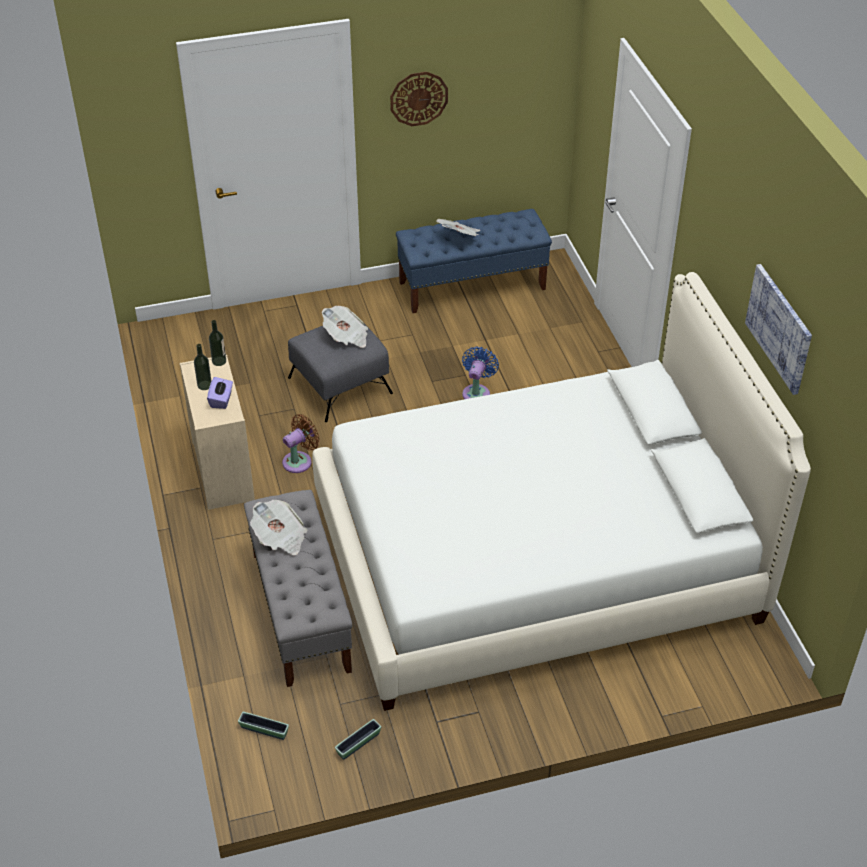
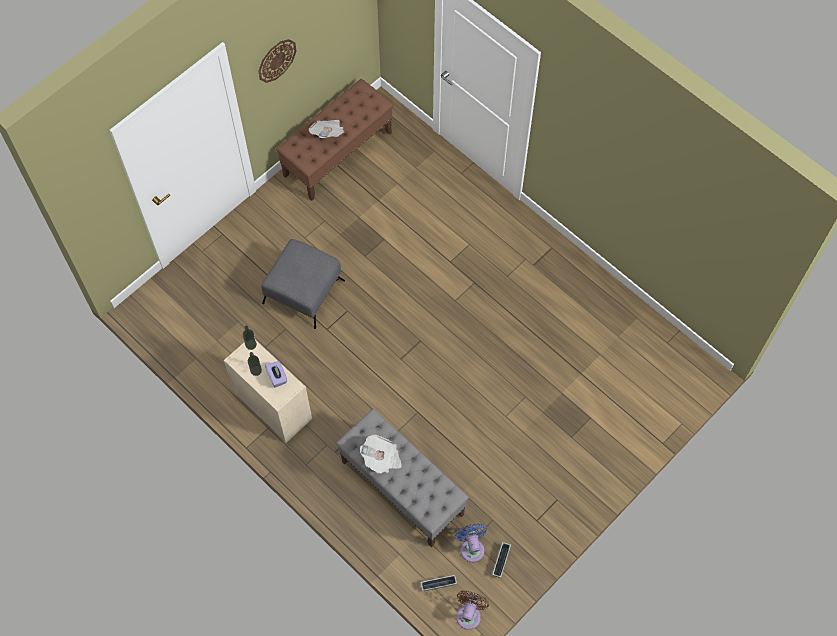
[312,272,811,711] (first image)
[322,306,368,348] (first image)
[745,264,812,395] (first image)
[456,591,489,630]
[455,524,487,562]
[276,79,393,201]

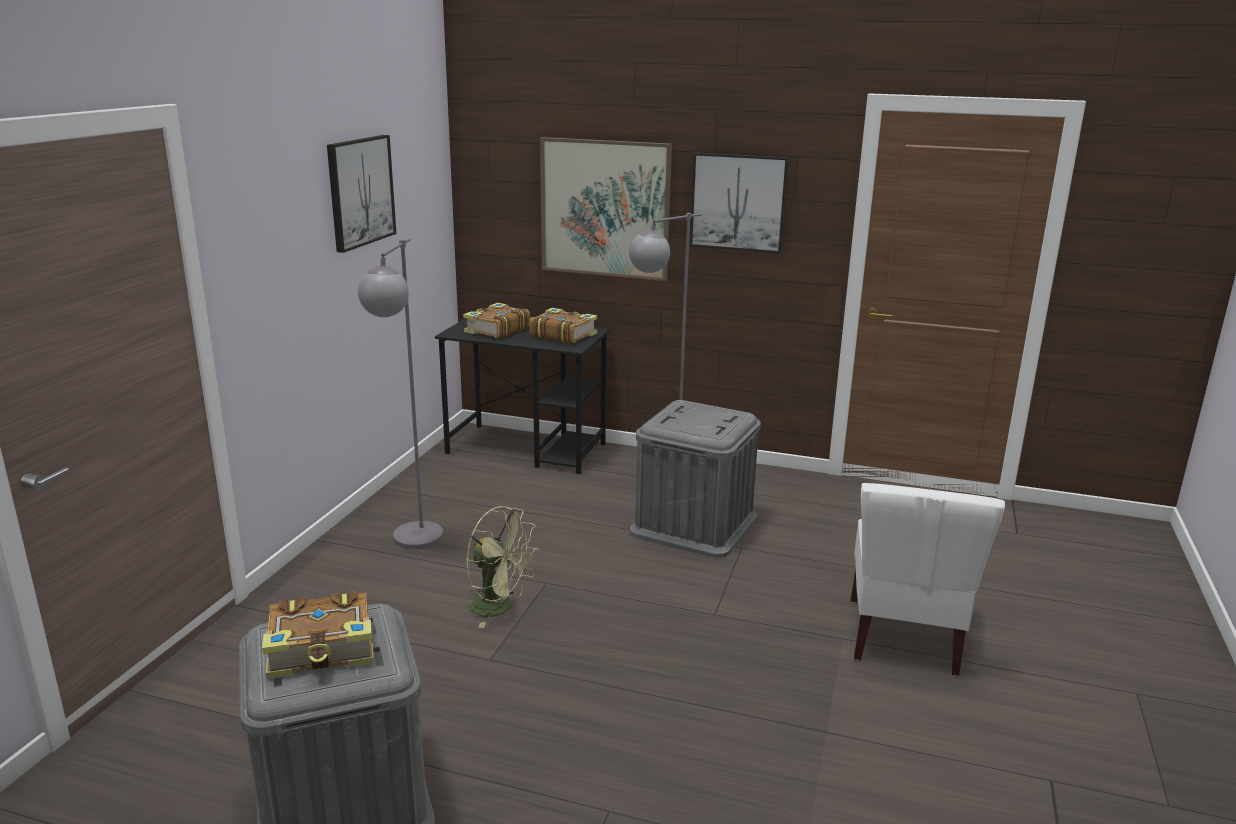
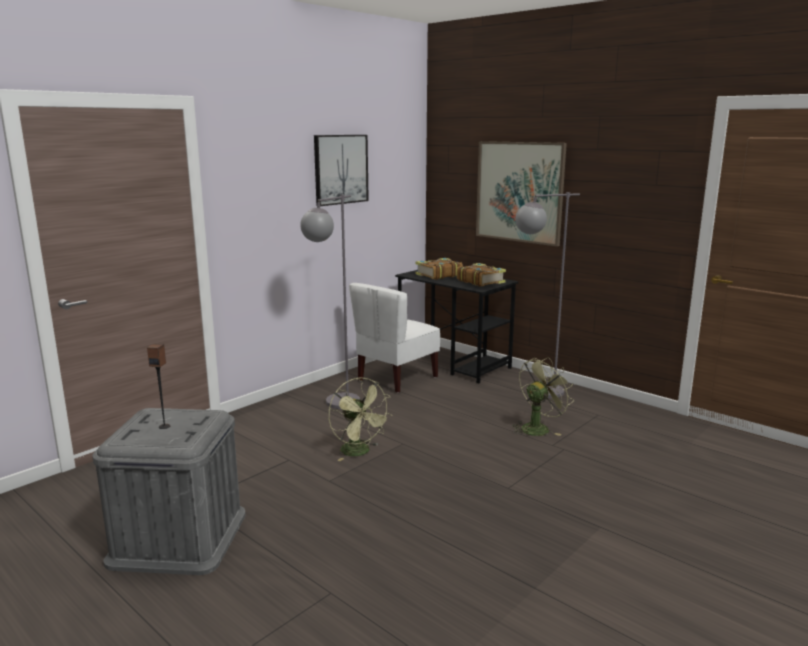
[690,152,789,253] (first image)
[349,283,440,393]
[147,344,170,429]
[512,357,574,436]

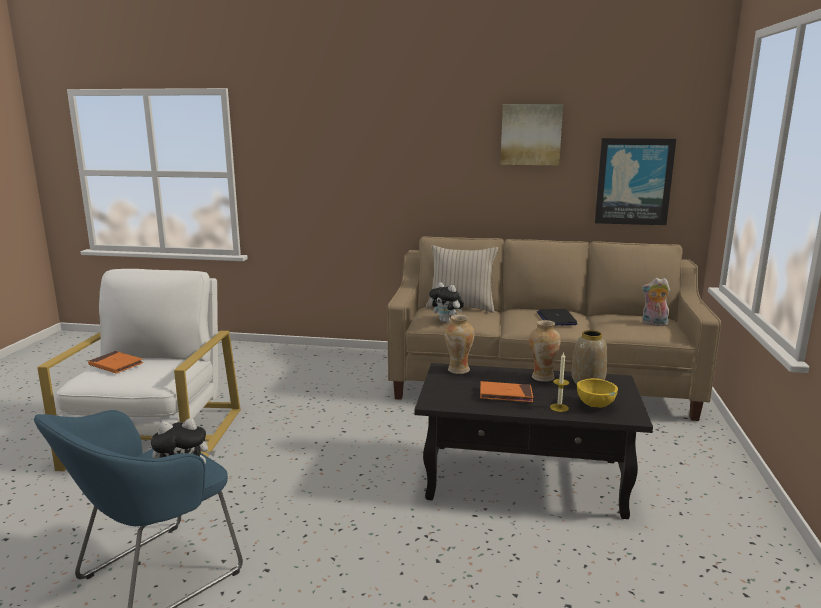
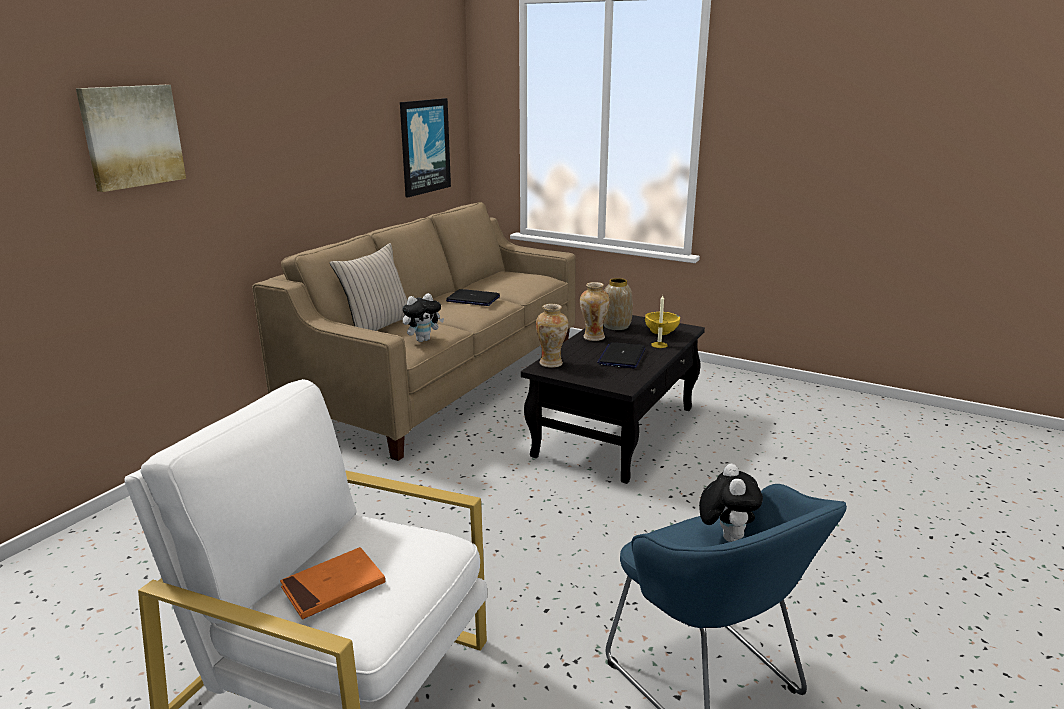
[641,278,670,326] (first image)
[76,85,186,192]
[597,342,646,368]

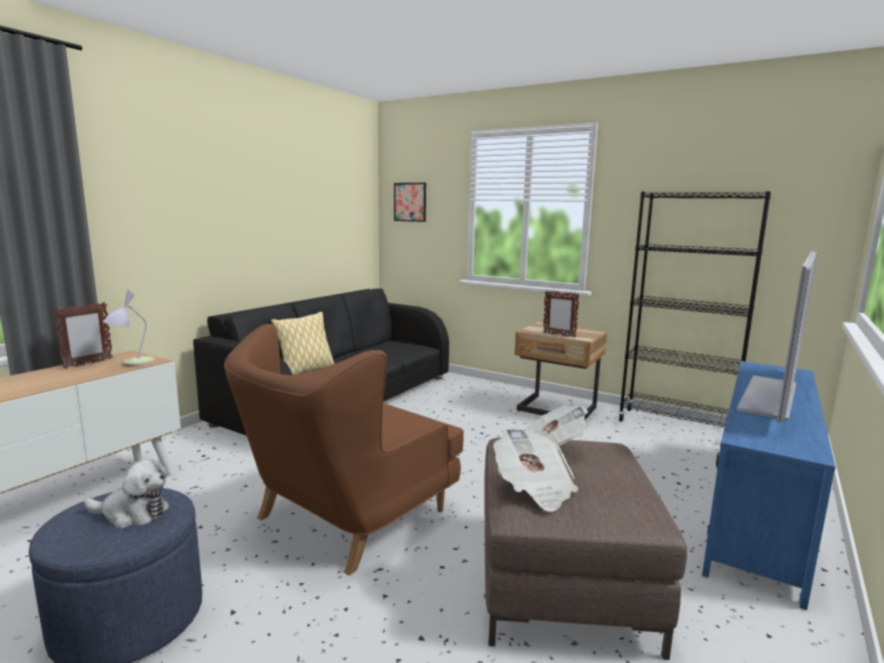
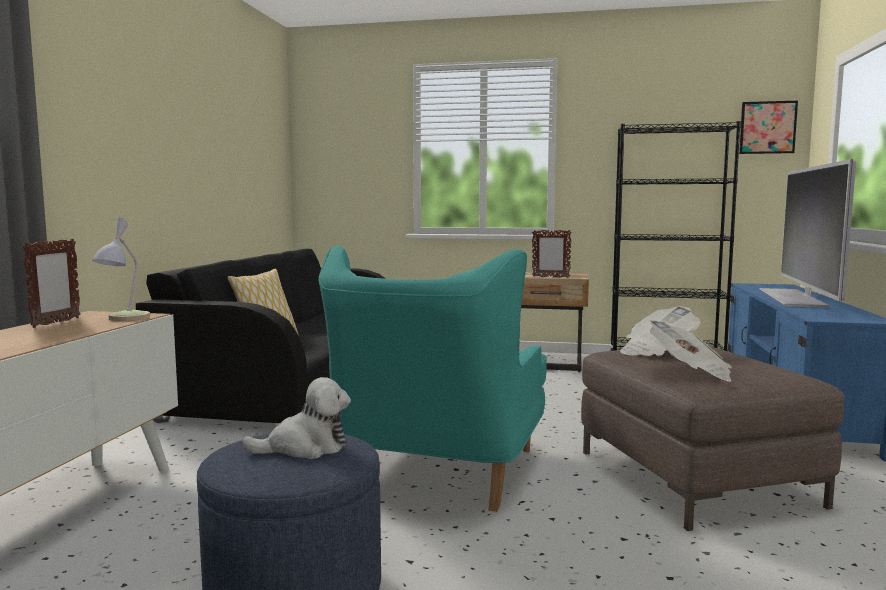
[739,101,798,154]
[318,246,547,512]

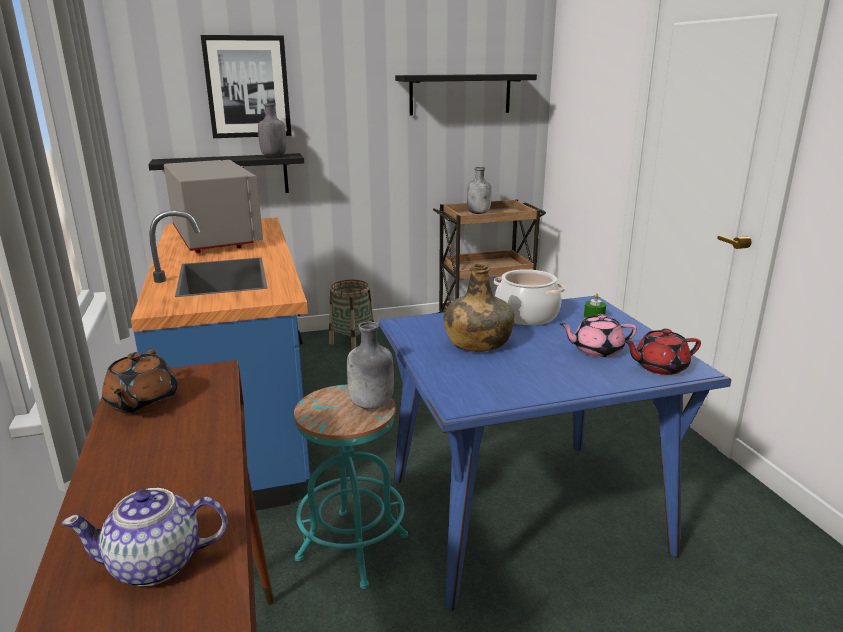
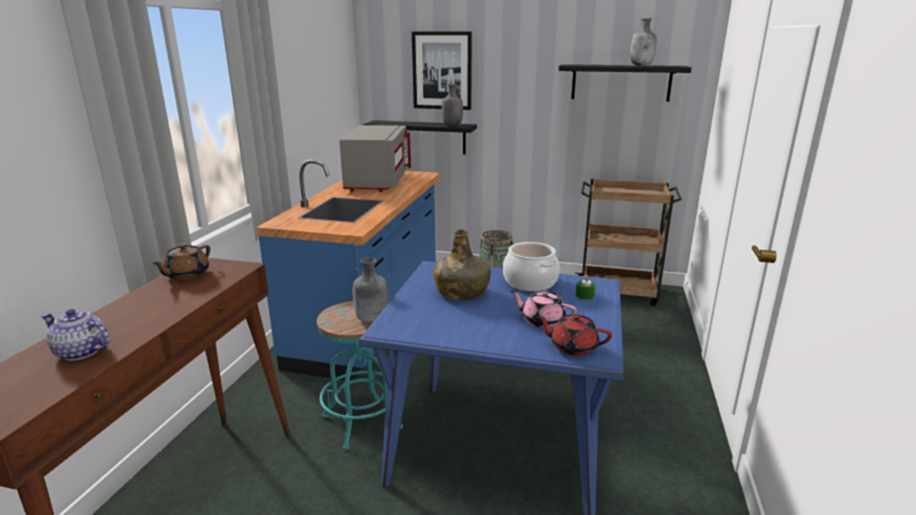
[630,18,656,66]

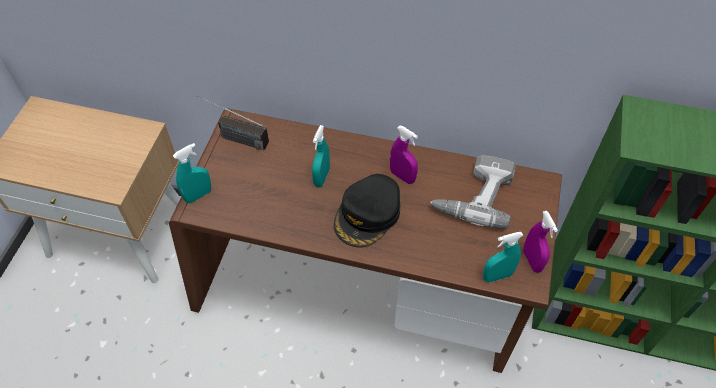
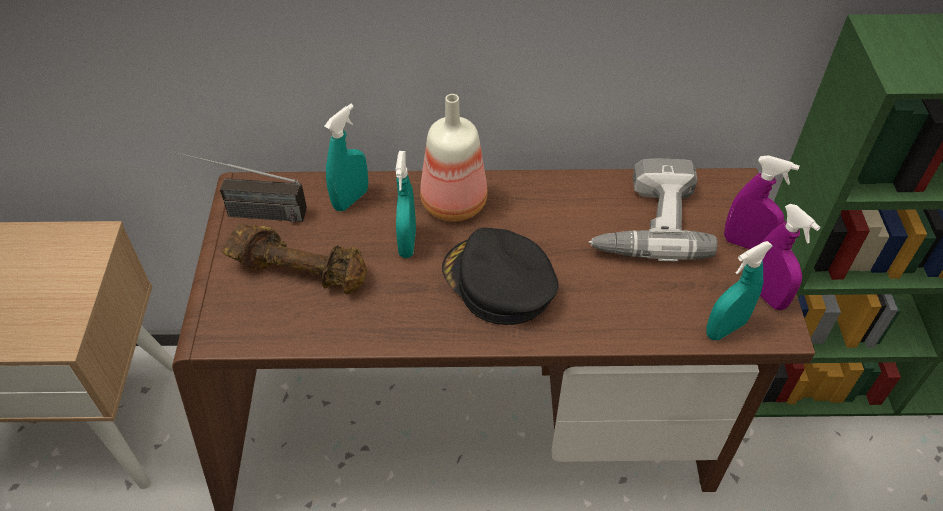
[223,224,367,294]
[420,94,488,222]
[324,104,368,211]
[724,155,799,249]
[442,228,559,325]

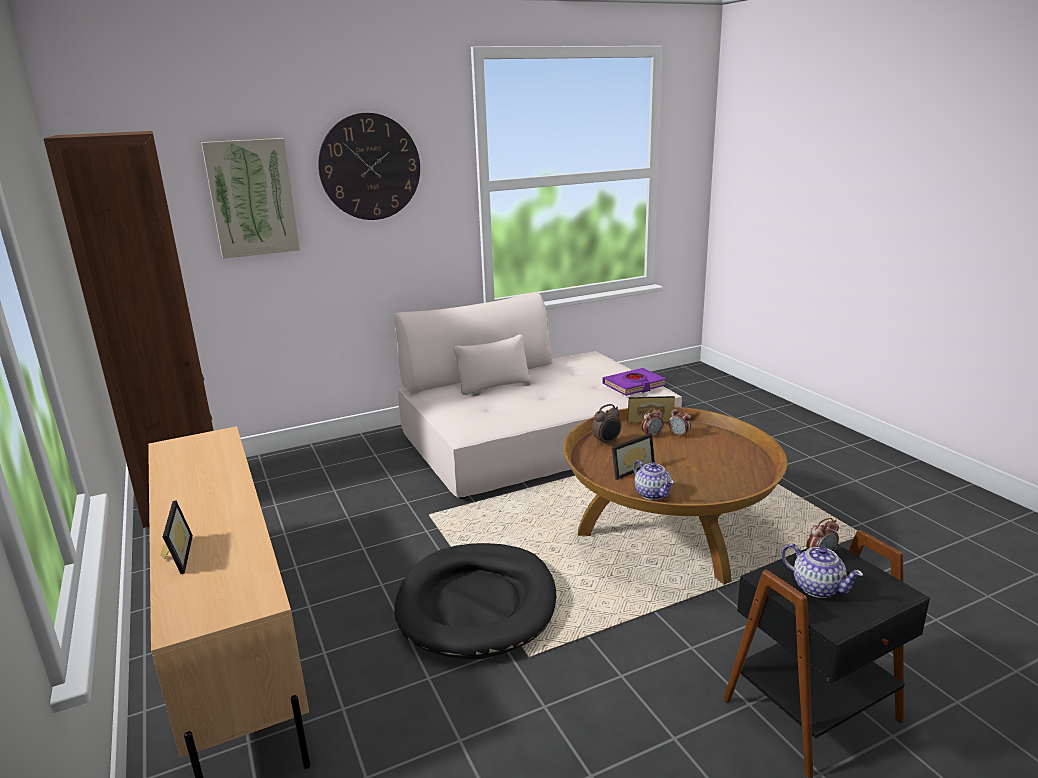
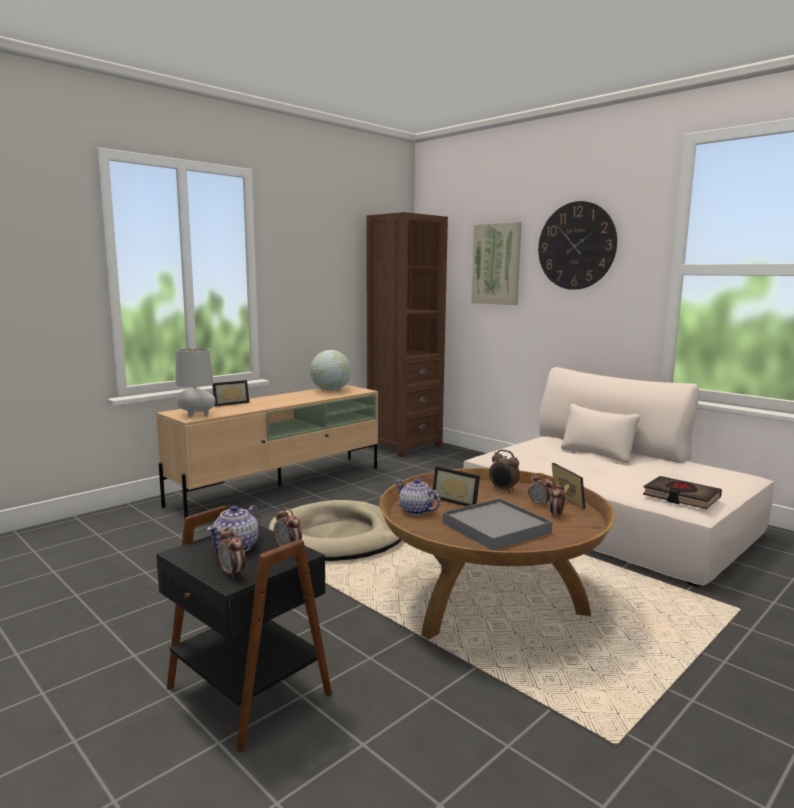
[175,348,215,416]
[218,527,246,579]
[310,350,351,391]
[442,498,552,550]
[269,500,401,561]
[643,476,722,509]
[395,479,440,515]

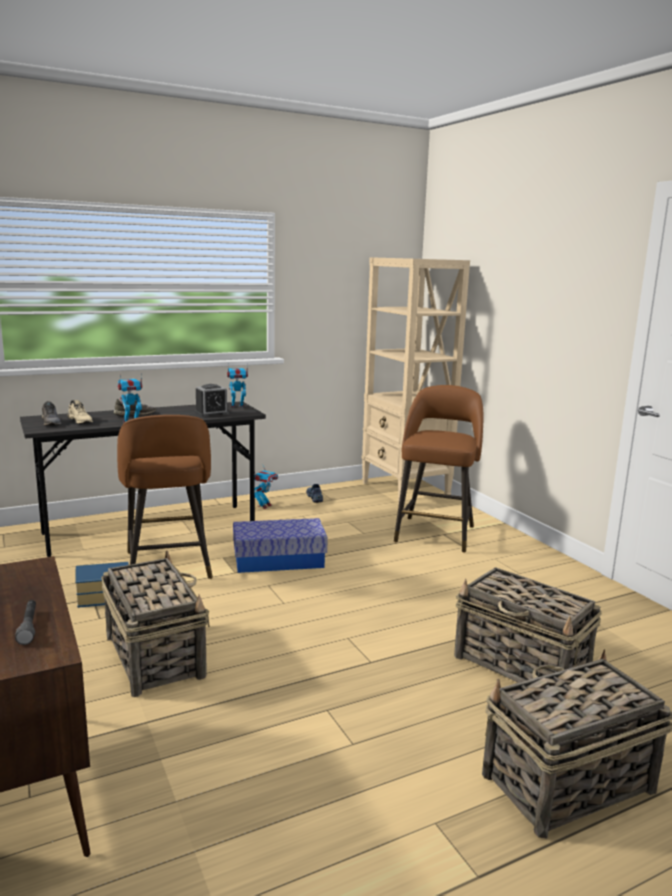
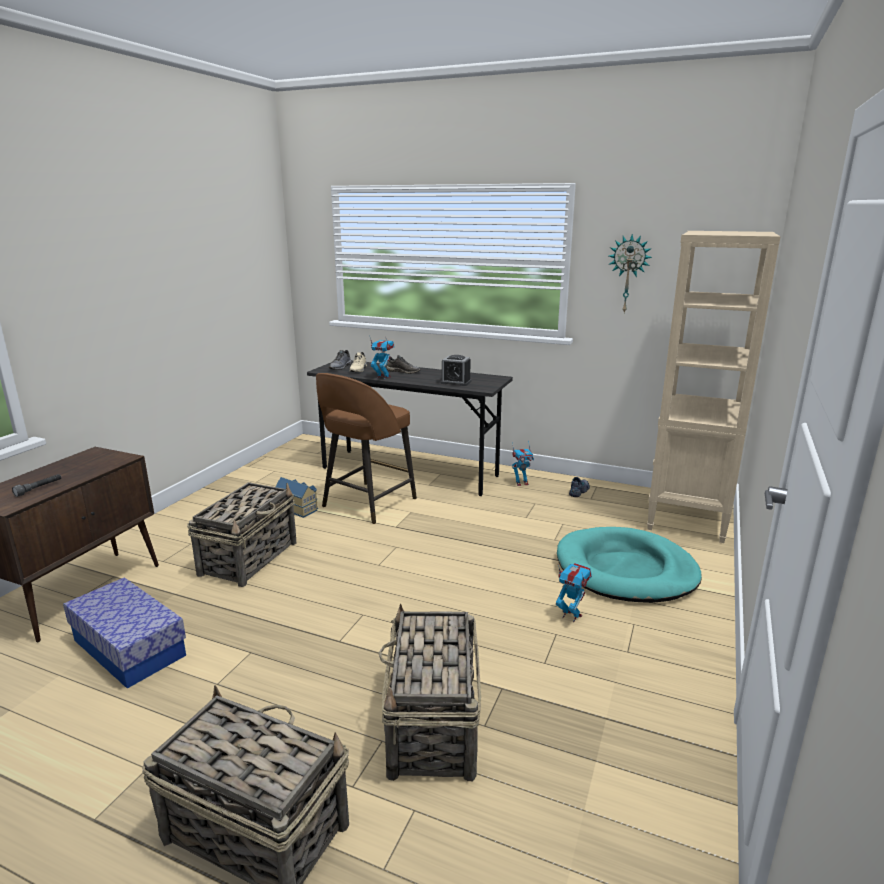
[609,234,652,313]
[556,563,592,622]
[63,577,186,689]
[557,527,702,603]

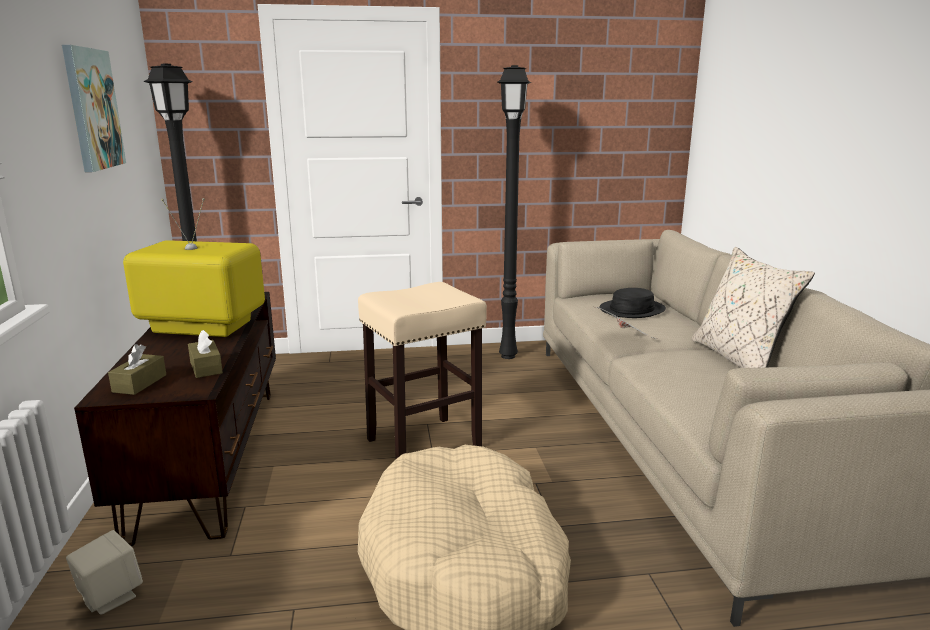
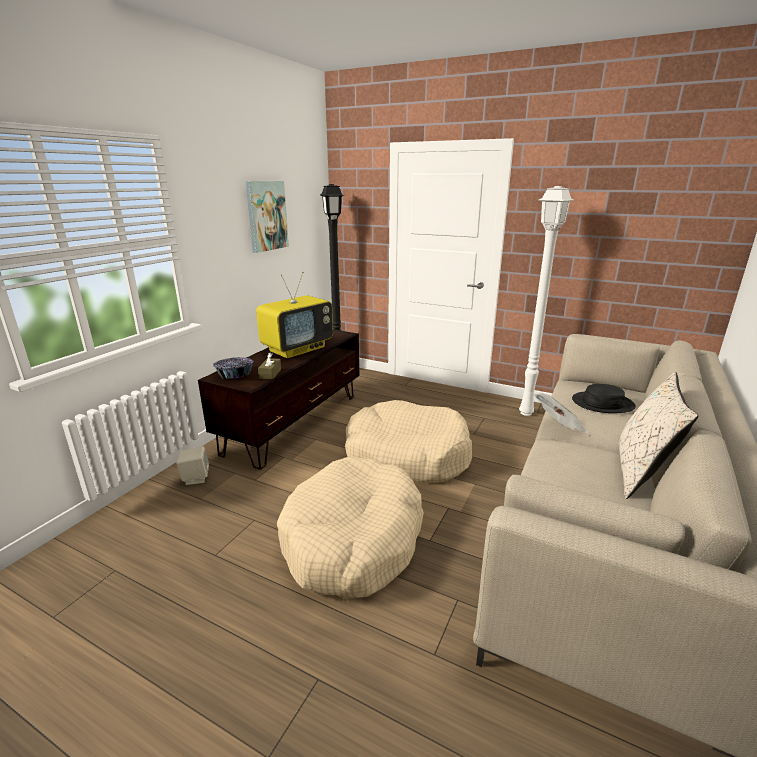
[213,357,254,379]
[345,400,472,483]
[519,186,573,416]
[256,272,333,358]

